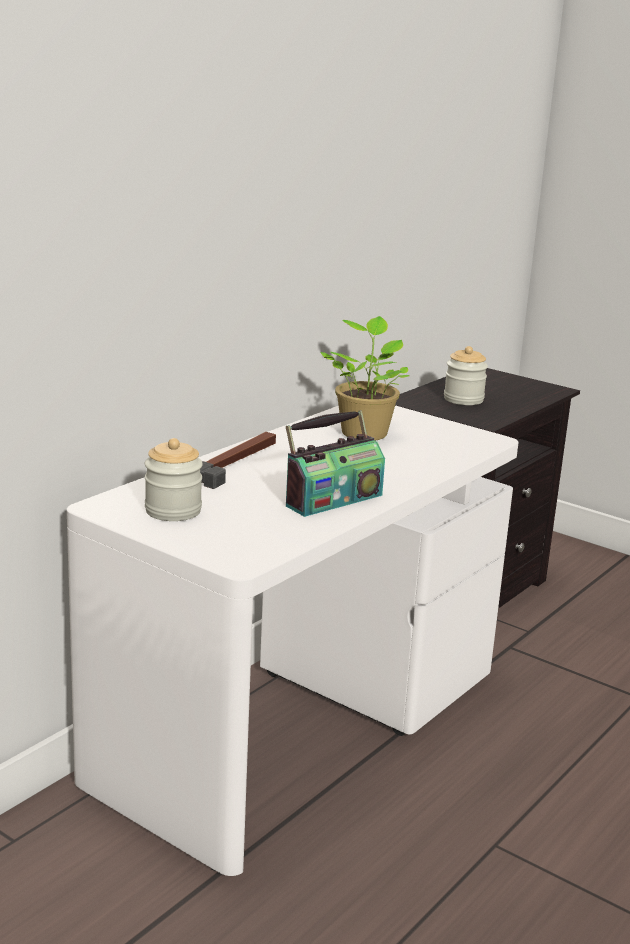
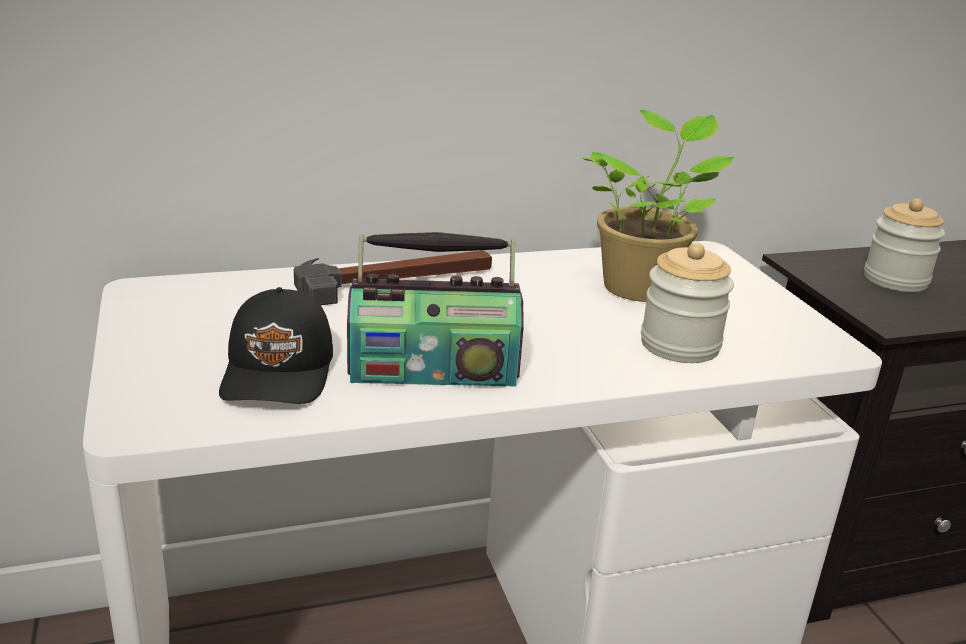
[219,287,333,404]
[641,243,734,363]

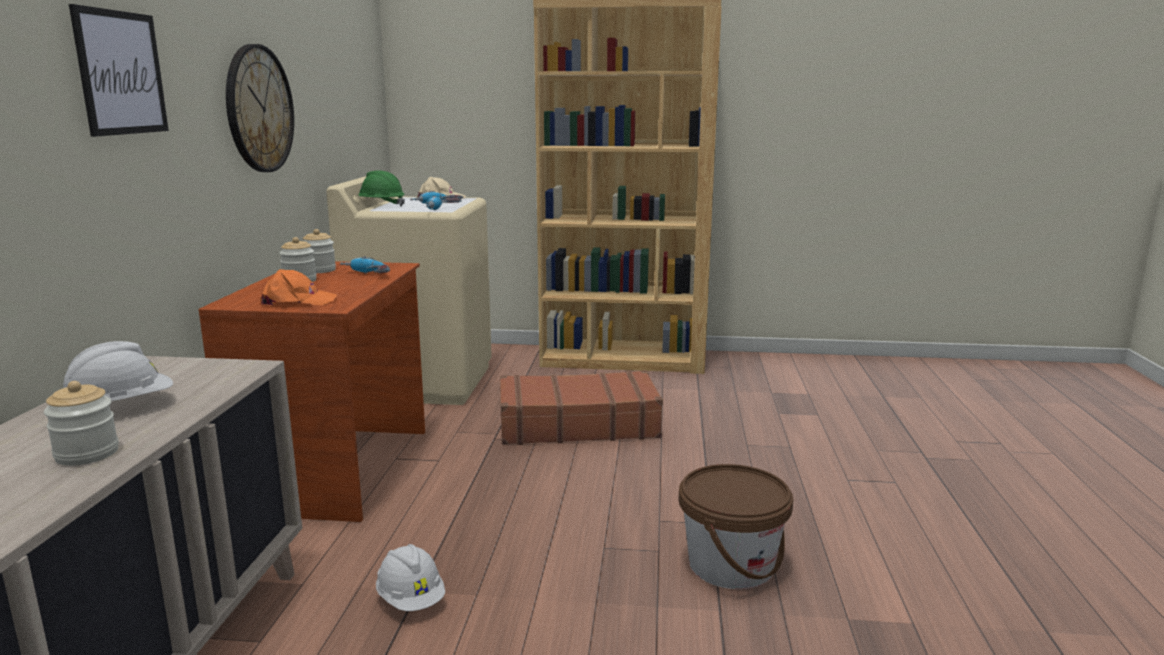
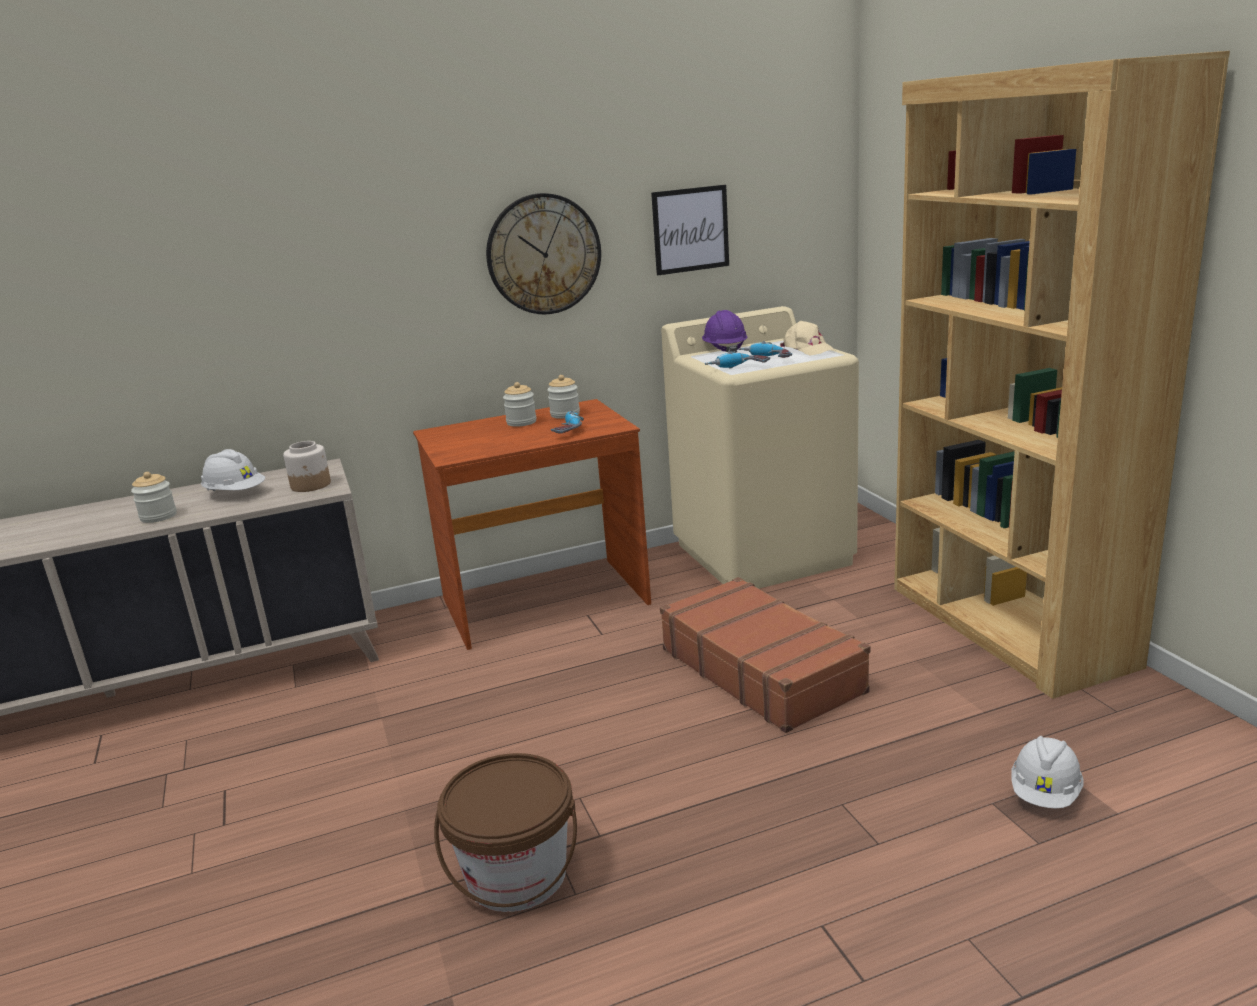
[260,269,337,306] (first image)
[283,441,331,492]
[651,185,729,275]
[1011,736,1084,809]
[702,310,748,353]

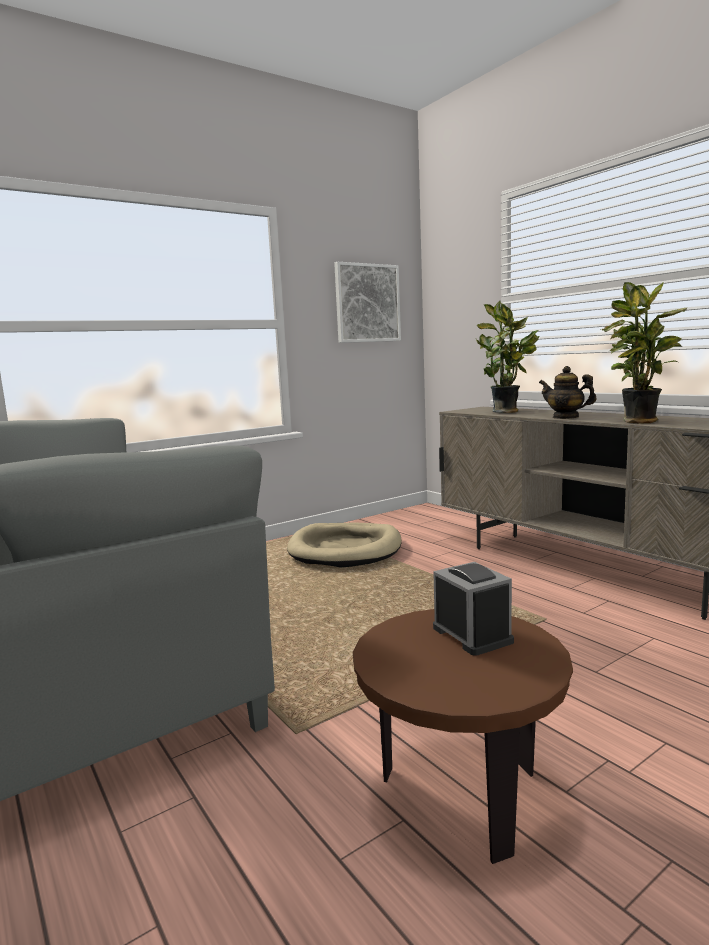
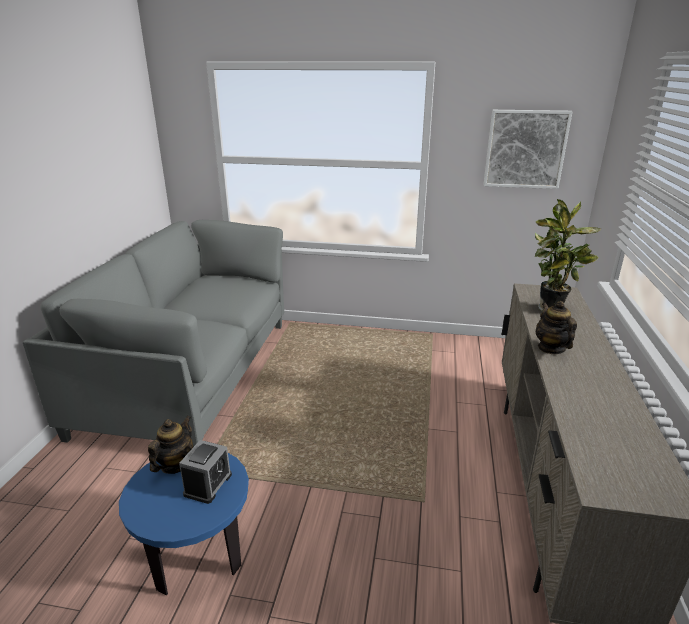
[287,523,402,567] (first image)
[601,281,688,424] (first image)
[148,416,193,474]
[119,453,249,596]

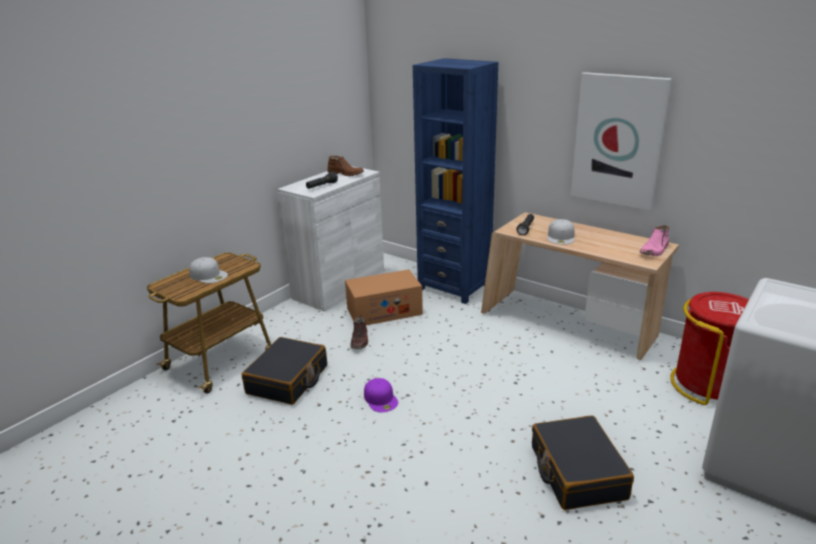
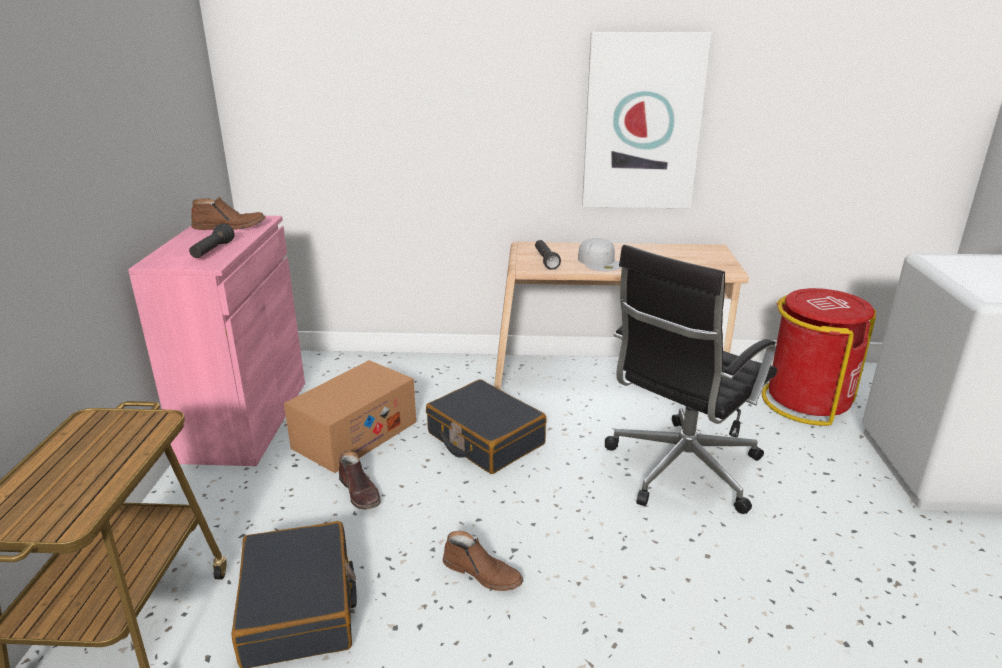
[189,257,228,283] (first image)
[413,58,498,304] (first image)
[639,225,669,256] (first image)
[605,245,777,514]
[426,379,547,474]
[443,531,523,591]
[128,216,305,466]

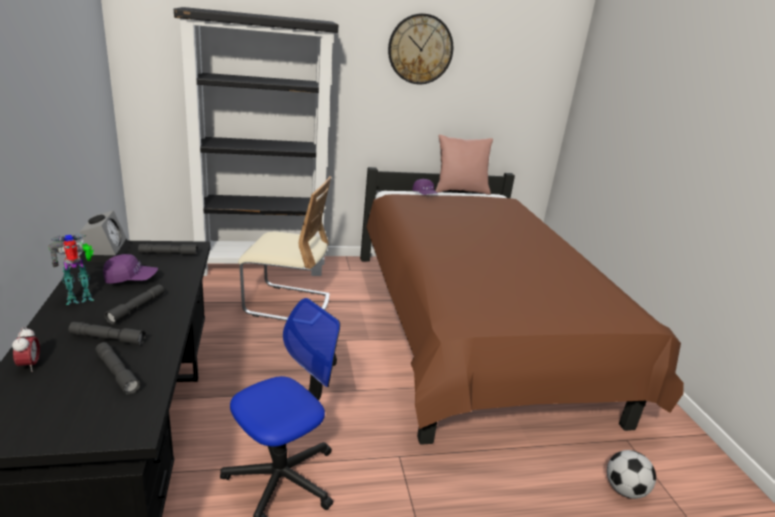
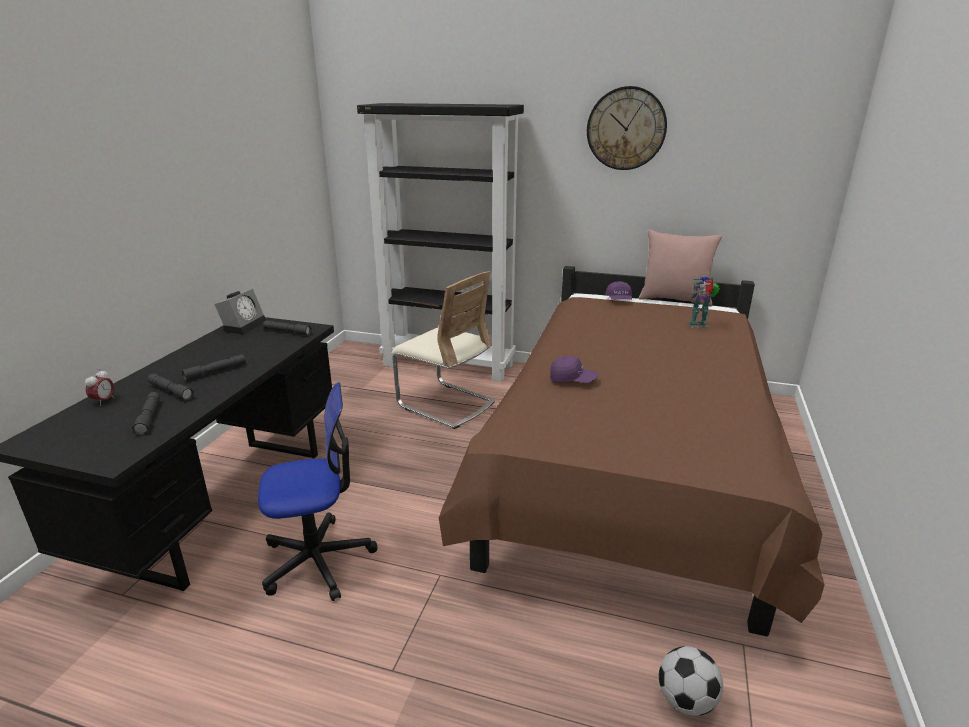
[688,276,720,328]
[550,356,599,383]

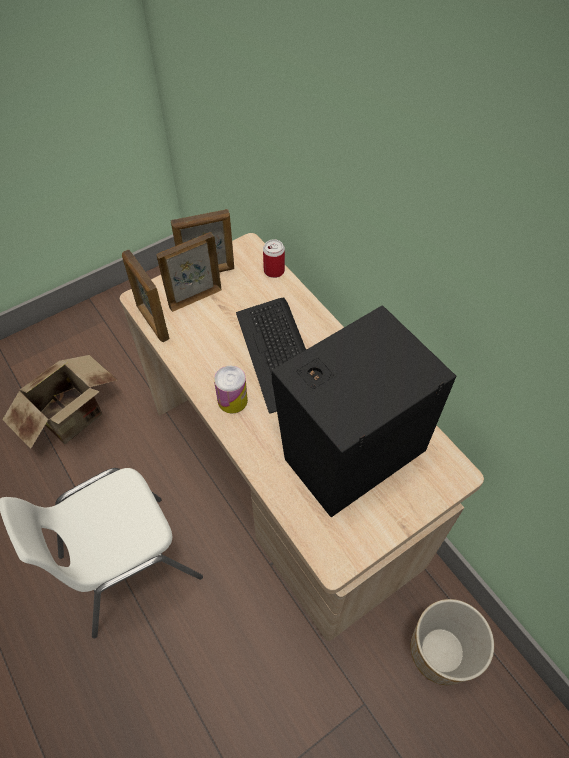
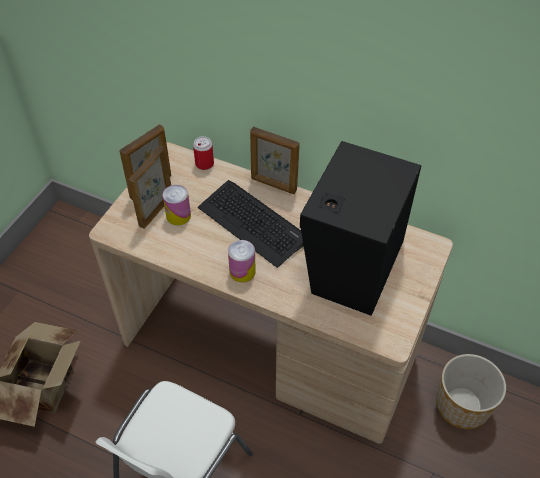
[163,185,191,225]
[250,127,300,194]

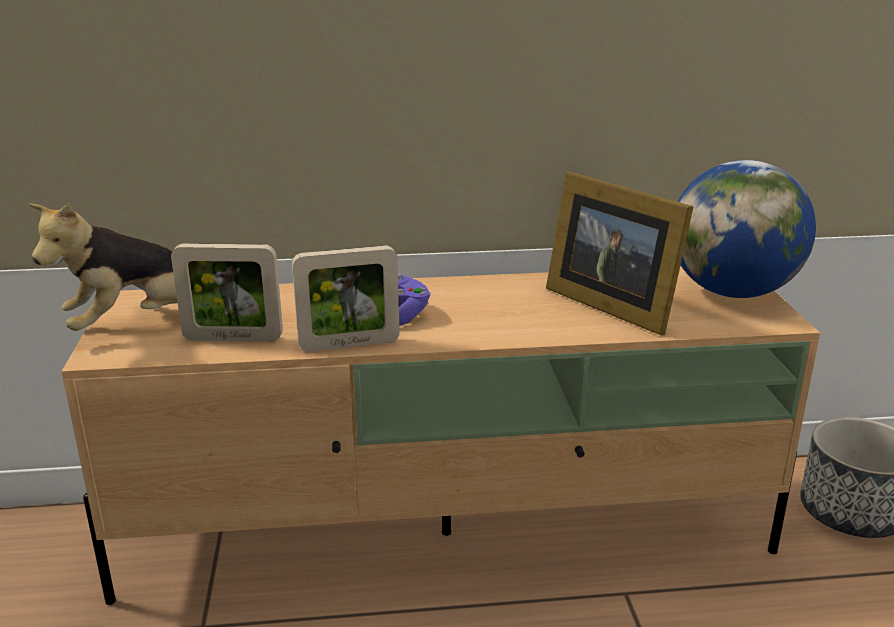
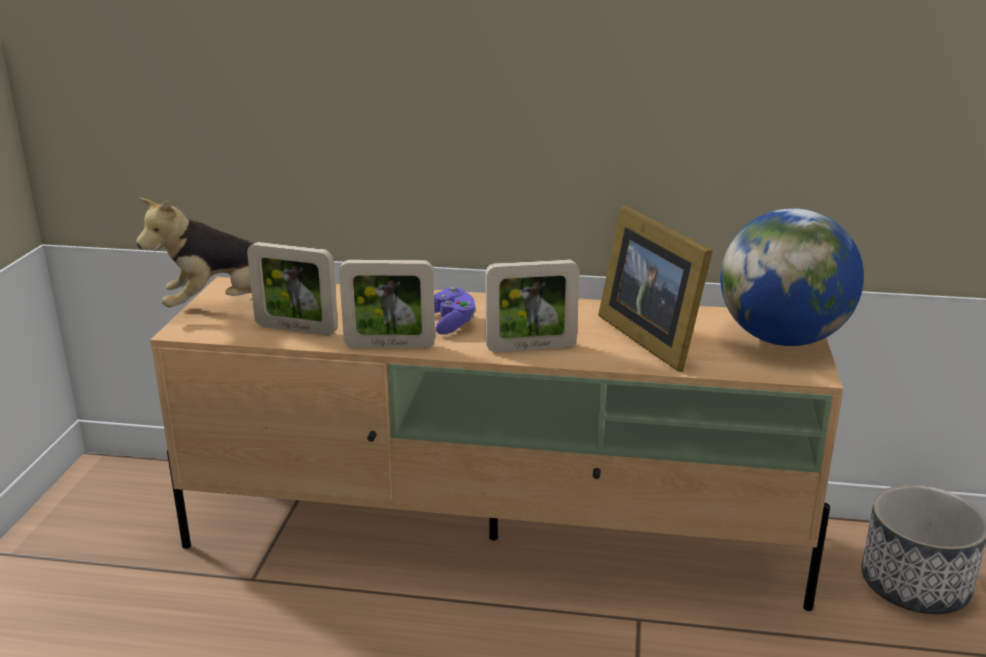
[485,260,579,352]

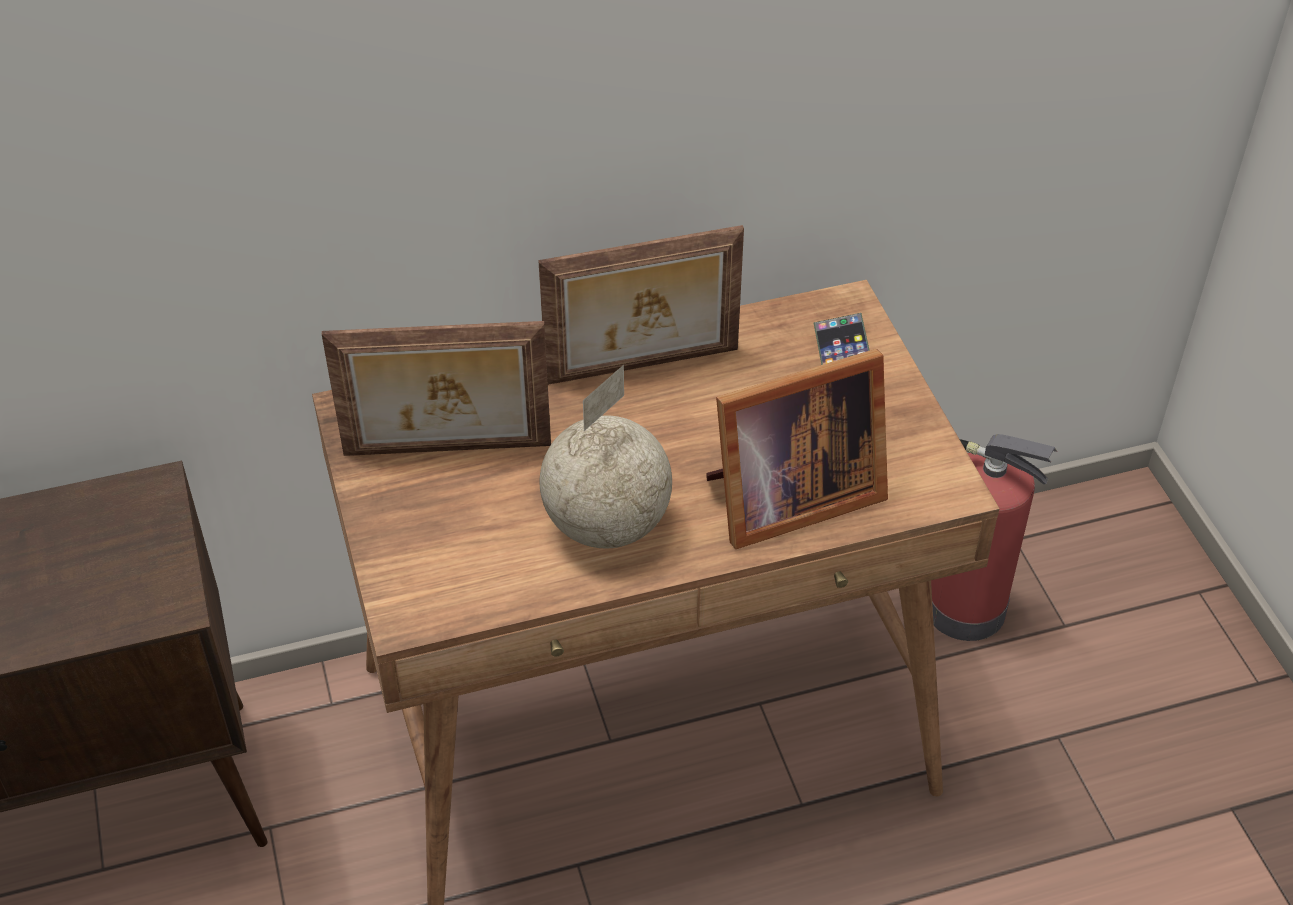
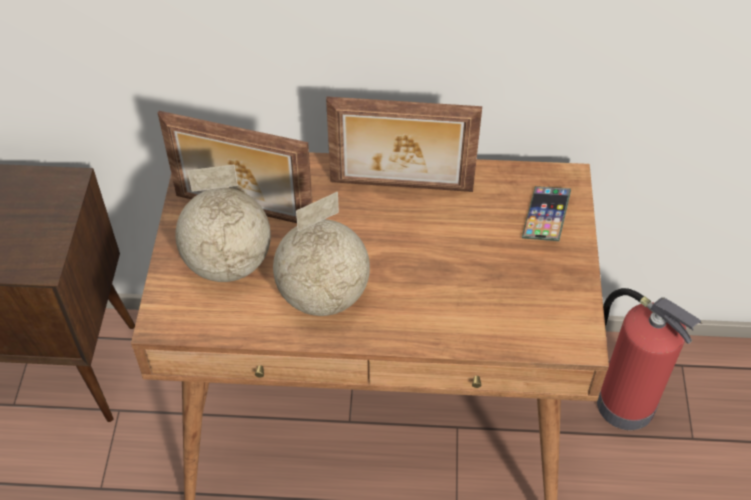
[707,349,888,549] (first image)
[175,165,271,282]

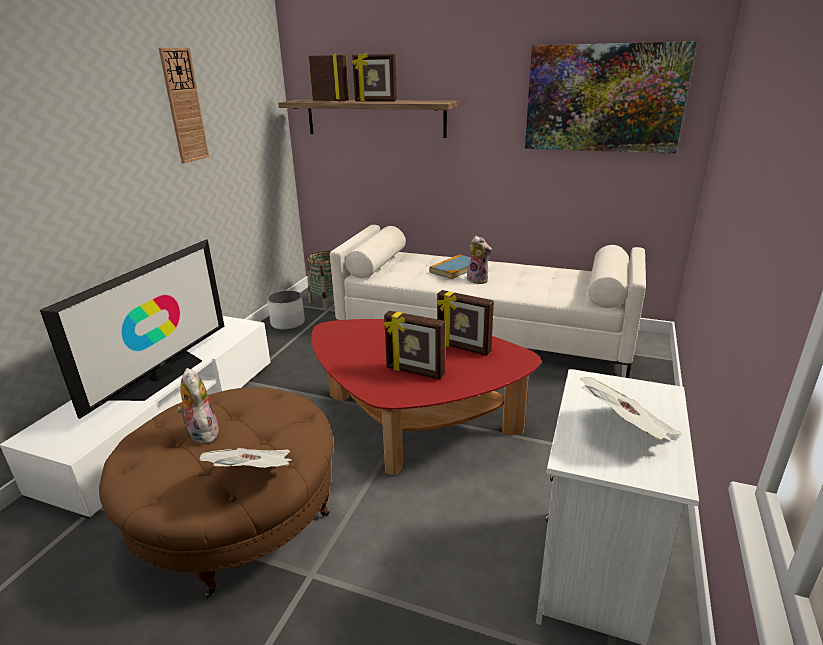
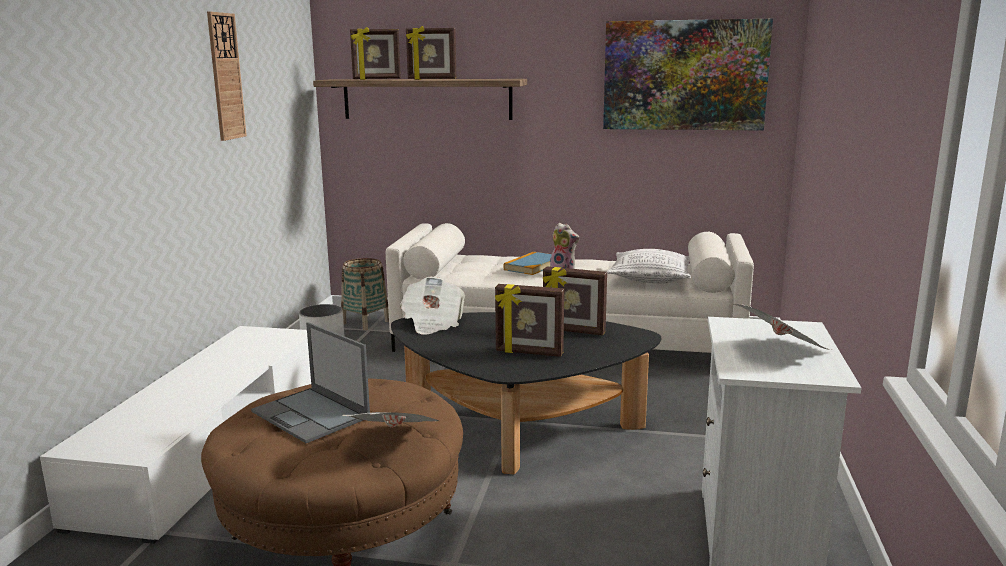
[40,239,224,419] (first image)
[400,277,465,335]
[607,249,691,283]
[251,322,370,443]
[391,312,661,474]
[350,27,401,80]

